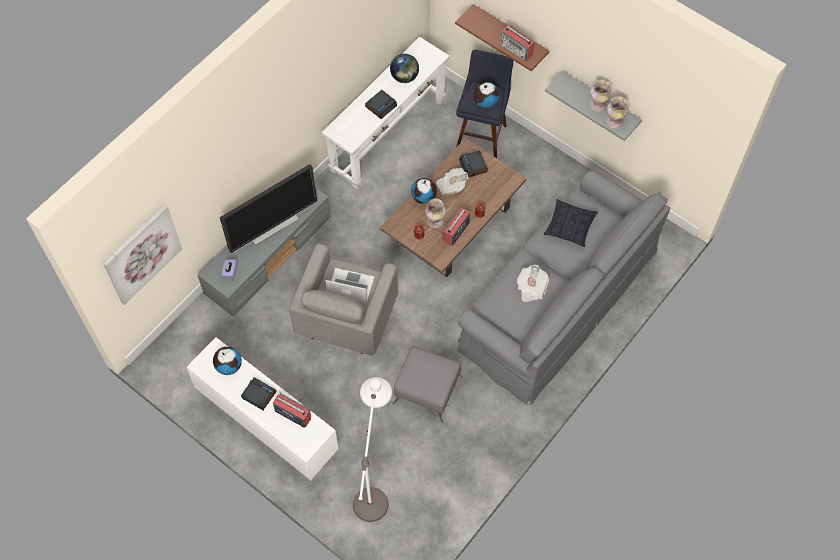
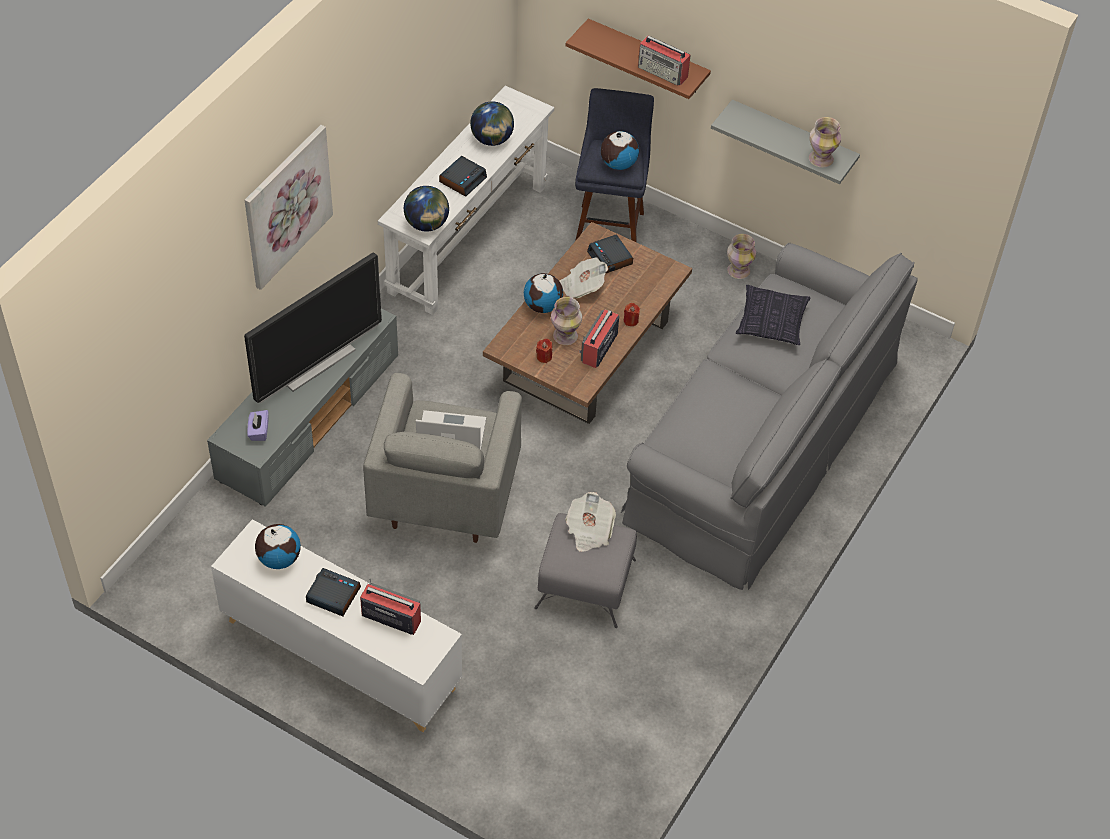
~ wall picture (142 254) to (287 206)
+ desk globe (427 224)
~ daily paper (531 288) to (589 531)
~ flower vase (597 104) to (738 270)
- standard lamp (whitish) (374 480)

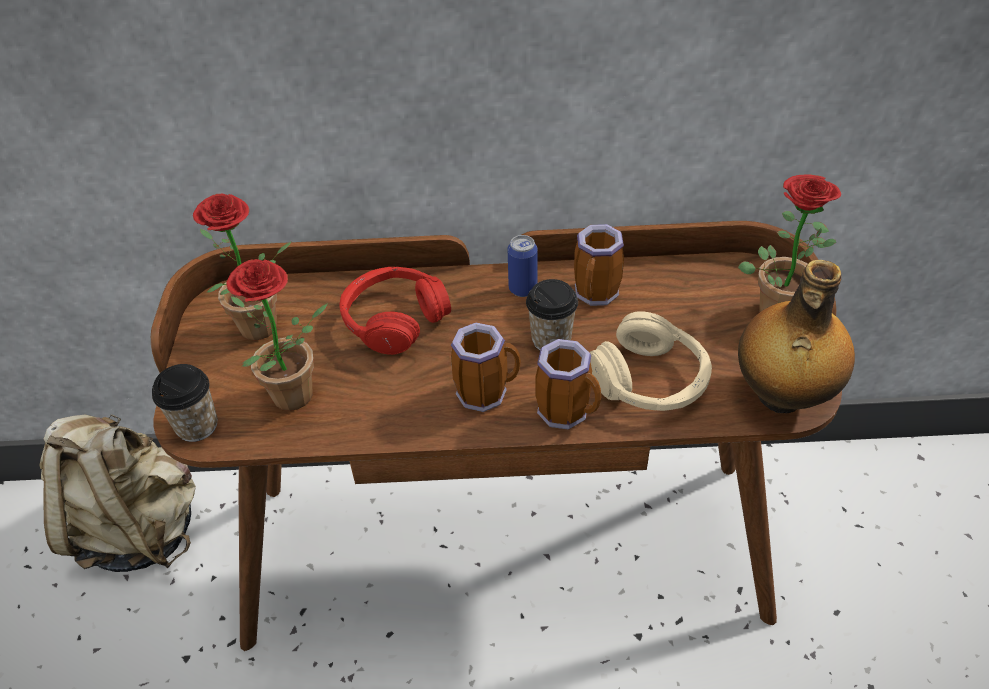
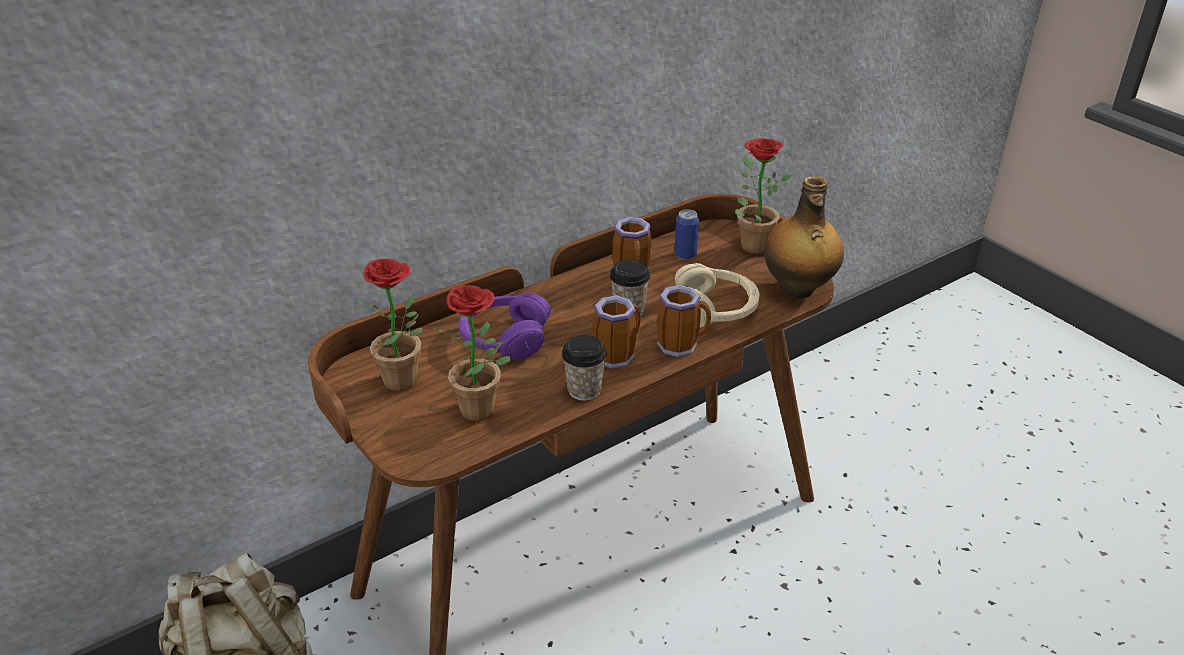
~ pair of headphones (red-coloured) (394 320) to pair of headphones (purple-coloured) (504 338)
~ drinking cup (197 426) to (584 390)
~ metal can (523 289) to (685 254)

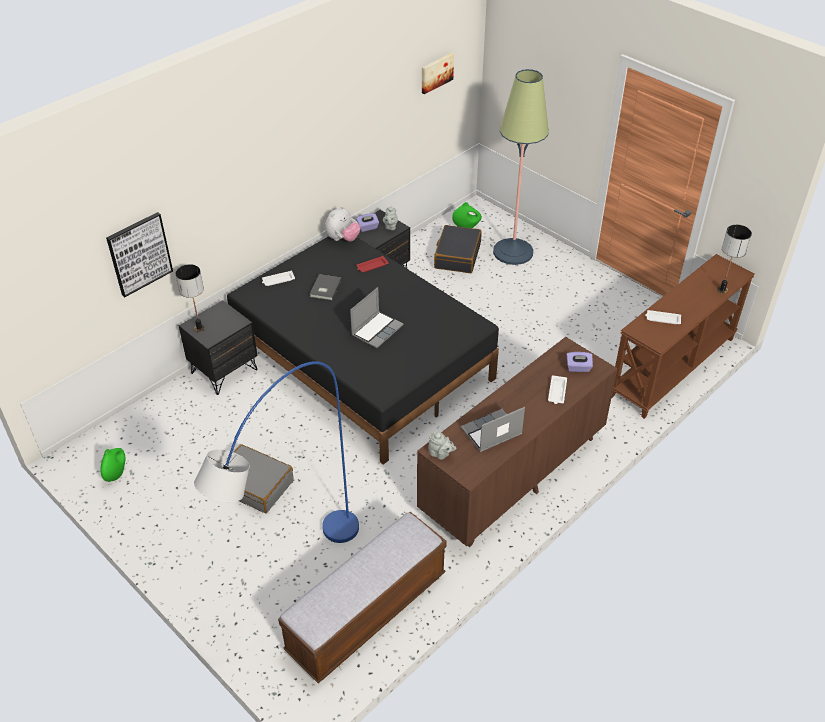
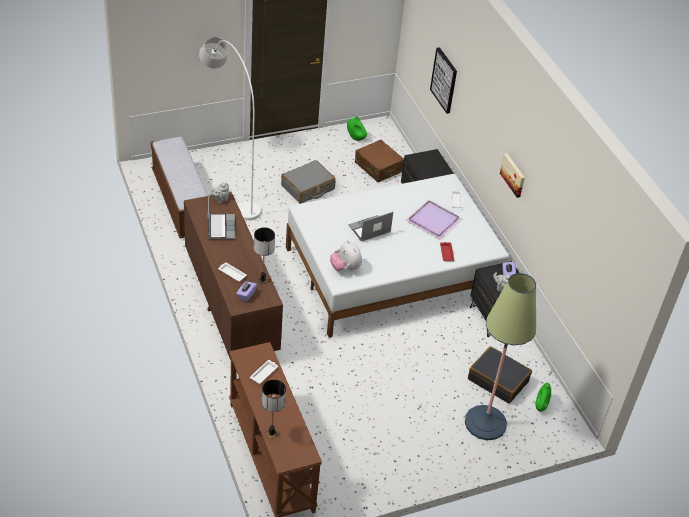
~ standard lamp (blue) (293 574) to standard lamp (whitish) (229 184)
~ tabletop lamp (199 329) to (262 280)
~ bedroom bed (blackish) (363 362) to bedroom bed (whitish) (392 272)
~ plush toy (342 239) to (345 268)
~ notebook computer (377 330) = (369 230) 90 degrees clockwise
+ suitcase (brown) (378 167)
~ book (greyish) (324 288) to tray (purple-coloured) (433 220)
~ wall picture (436 72) to (513 175)

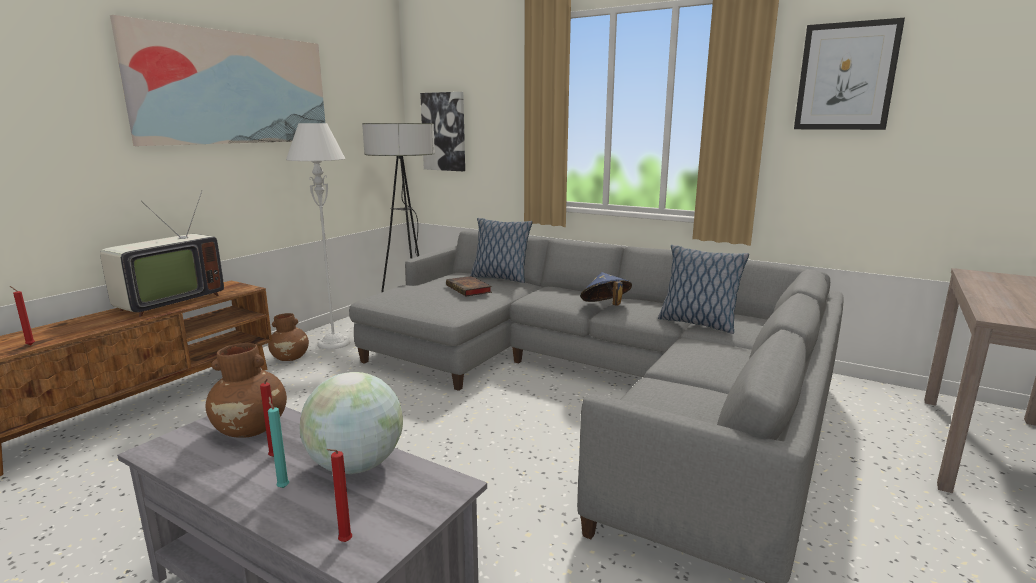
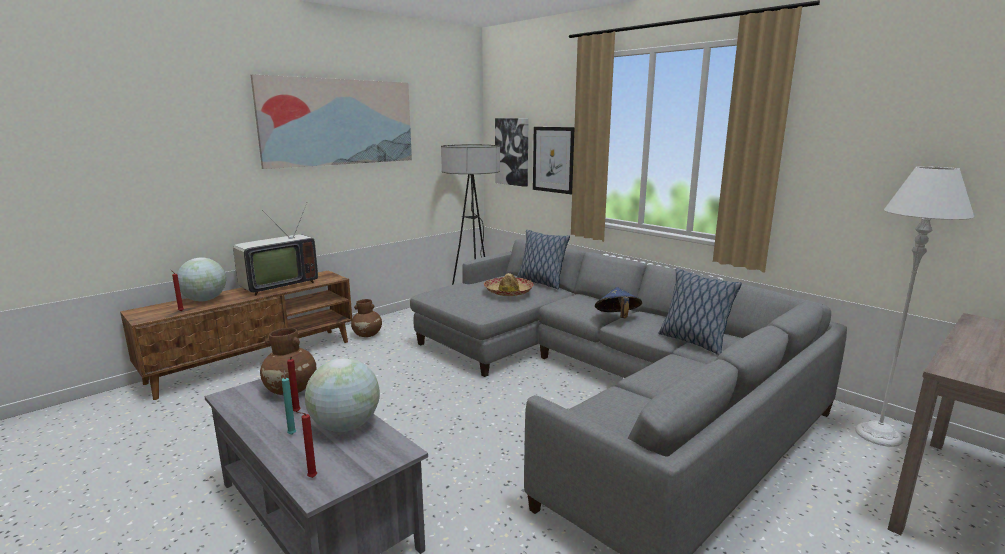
+ desk globe (204 300)
~ book (469 289) to hat (508 292)
~ wall picture (846 77) to (554 159)
~ standard lamp (greyish) (334 343) to (878 435)

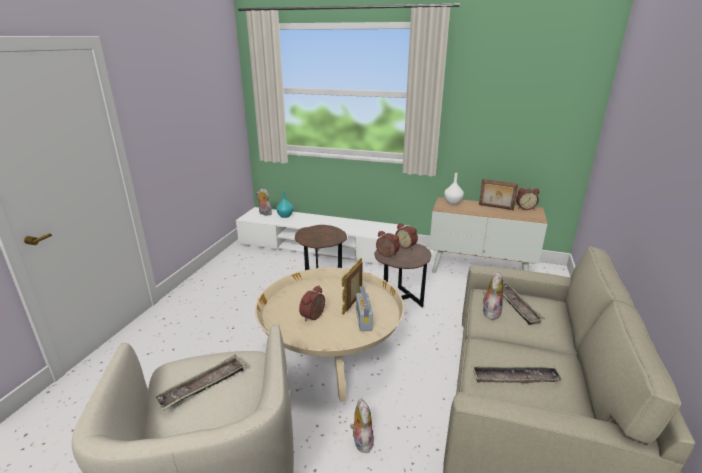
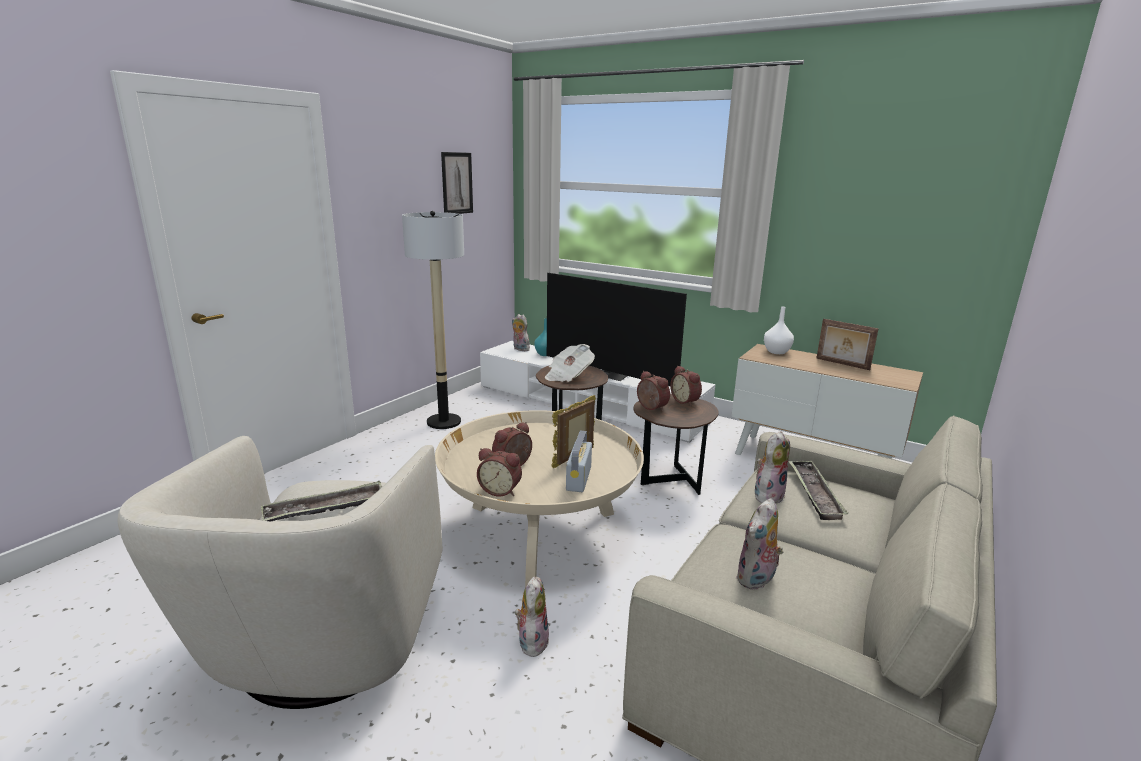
+ standard lamp (444 422)
+ wall picture (457 183)
~ alarm clock (525 208) to (500 490)
+ daily paper (568 376)
+ television (613 375)
~ tray (514 378) to plush toy (757 580)

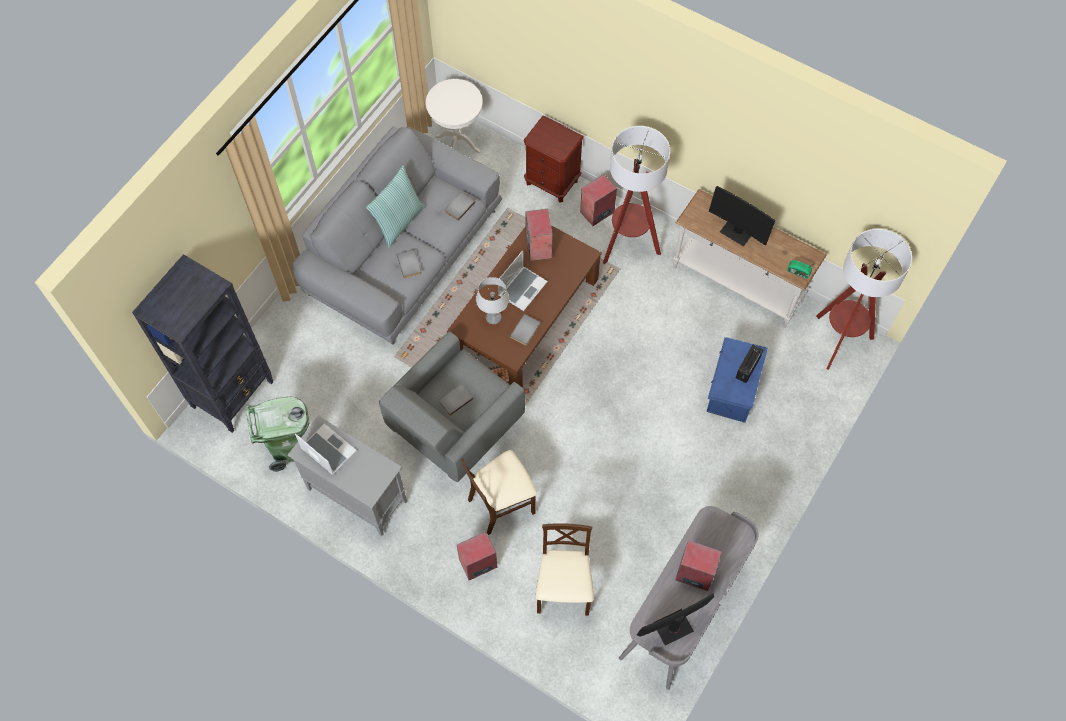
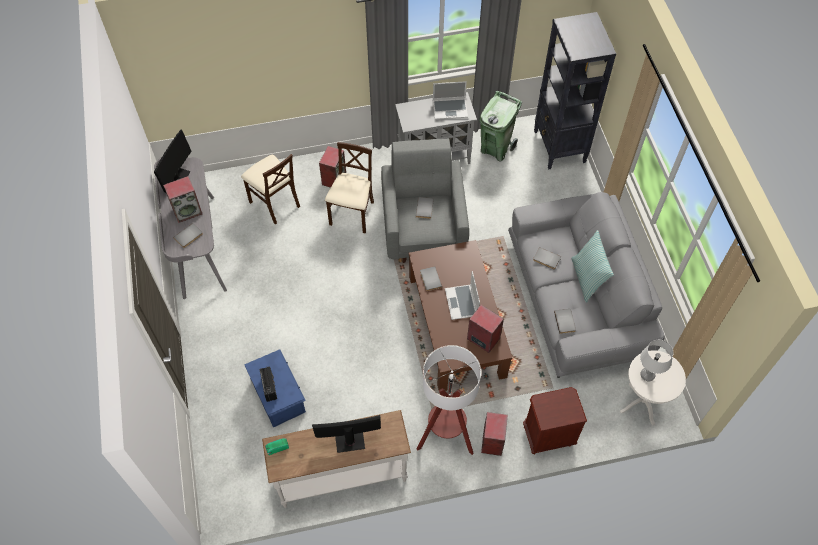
+ book (greyish) (189 236)
~ tabletop lamp (greyish) (493 318) to (647 375)
- standard lamp (839 341)

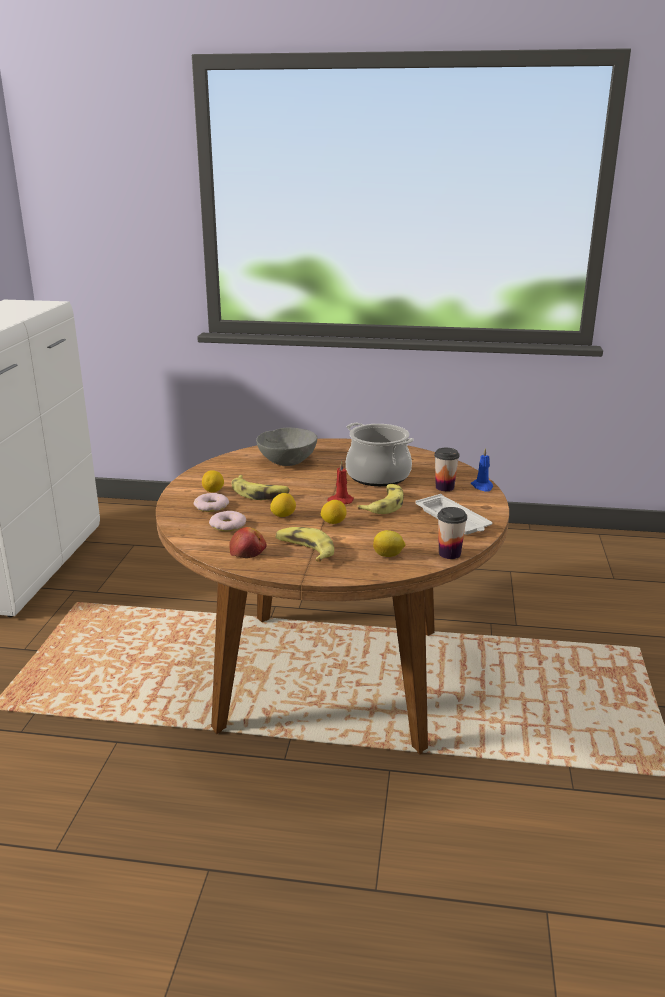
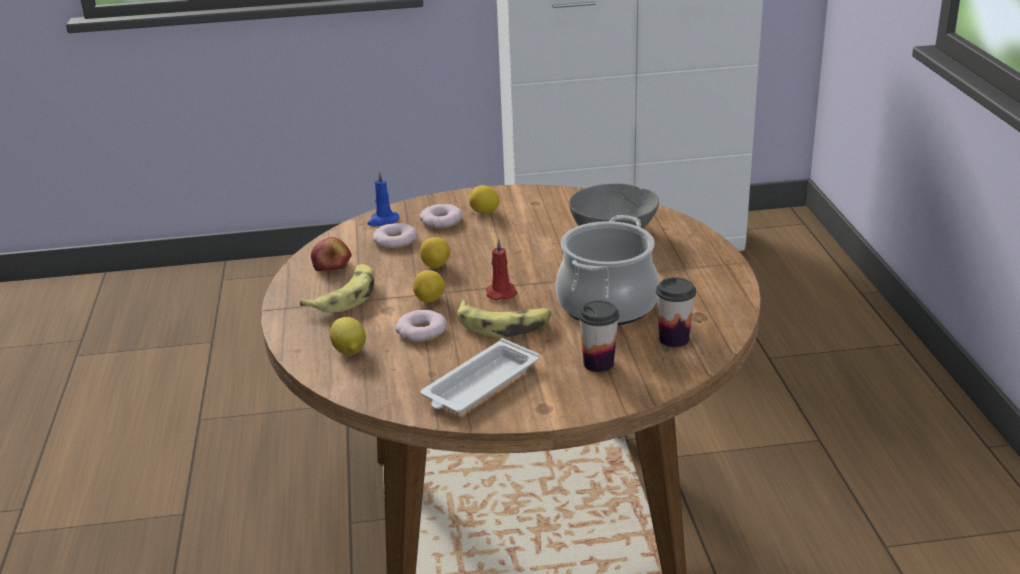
~ wax light (blue) (482 486) to (383 221)
+ donut (421 331)
~ drinking cup (449 553) to (674 339)
- banana fruit (260 493)

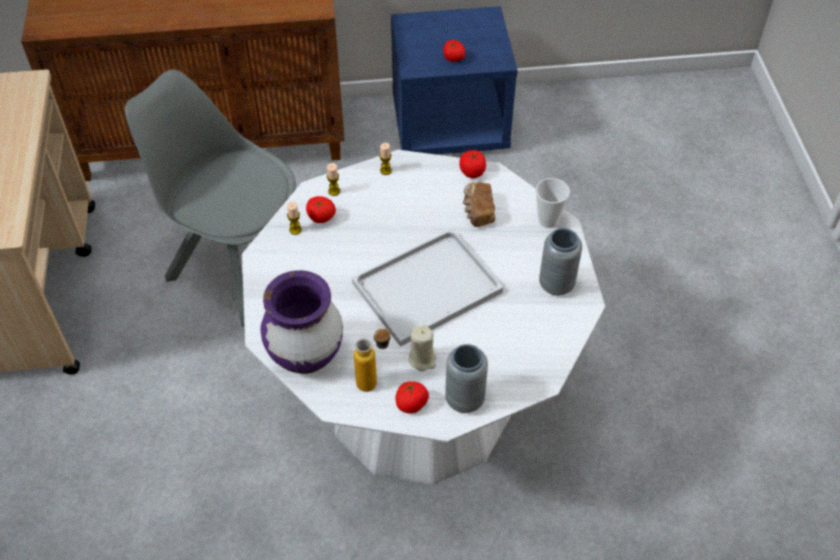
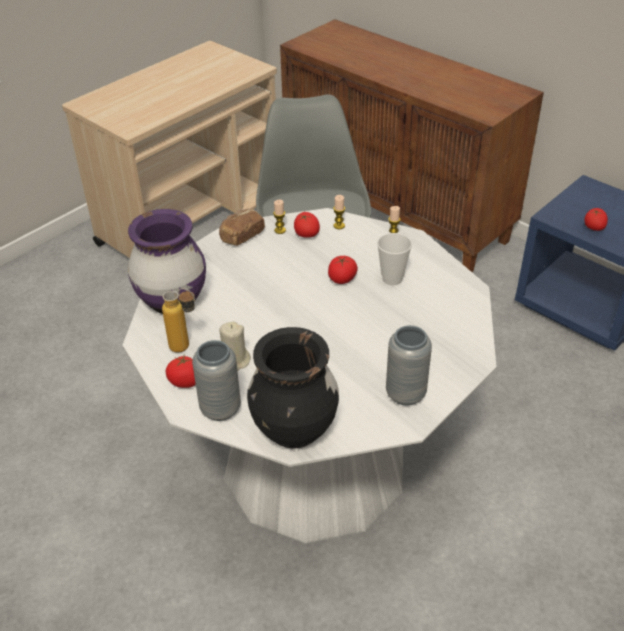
~ bakery bread (477 212) to (241 236)
+ flower vase (blackish) (295 429)
~ tomato (472 172) to (342 279)
~ drinking cup (548 220) to (392 279)
- tray (whitish) (428 286)

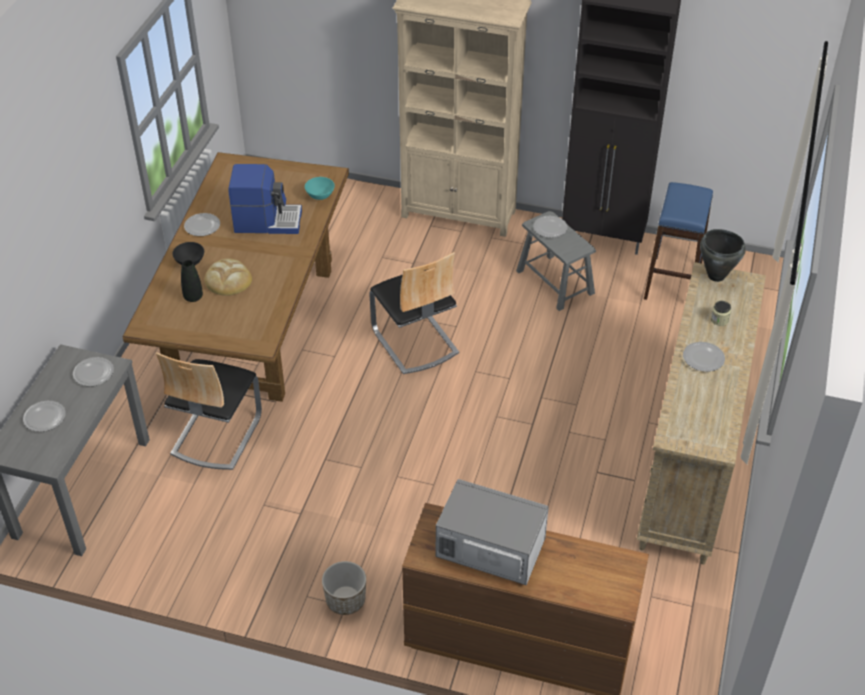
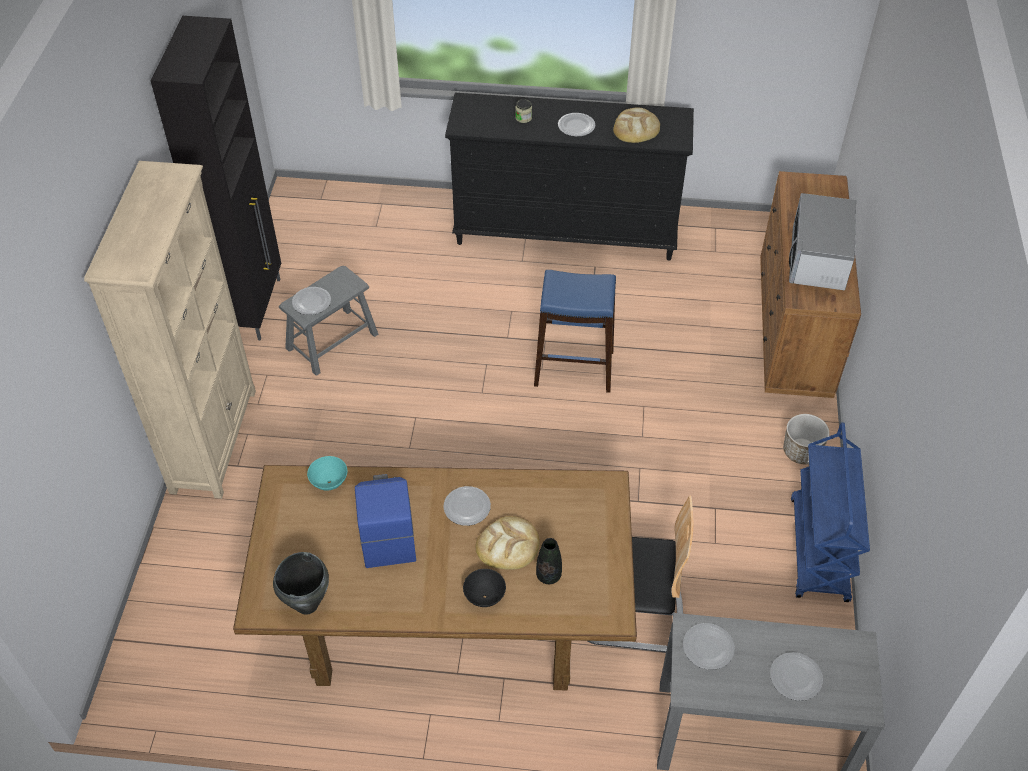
~ cooking pot (blackish) (716 275) to (306 605)
~ flat dish (201 226) to (467 507)
~ drawer chest (sand-coloured) (689 464) to drawer chest (blackish) (566 233)
~ sitting stool (blue) (673 282) to (574 368)
+ bakery bread (636 128)
+ cart (blue) (819 550)
- upright chair (414 342)

